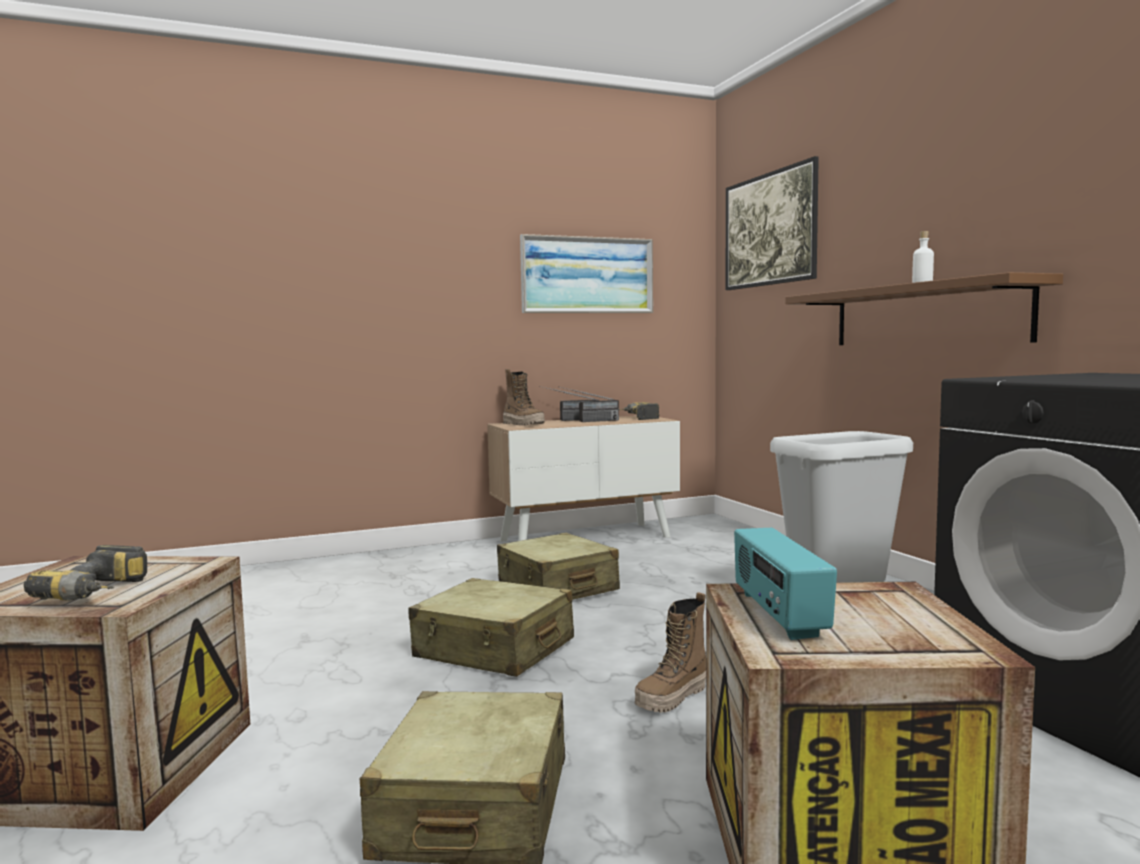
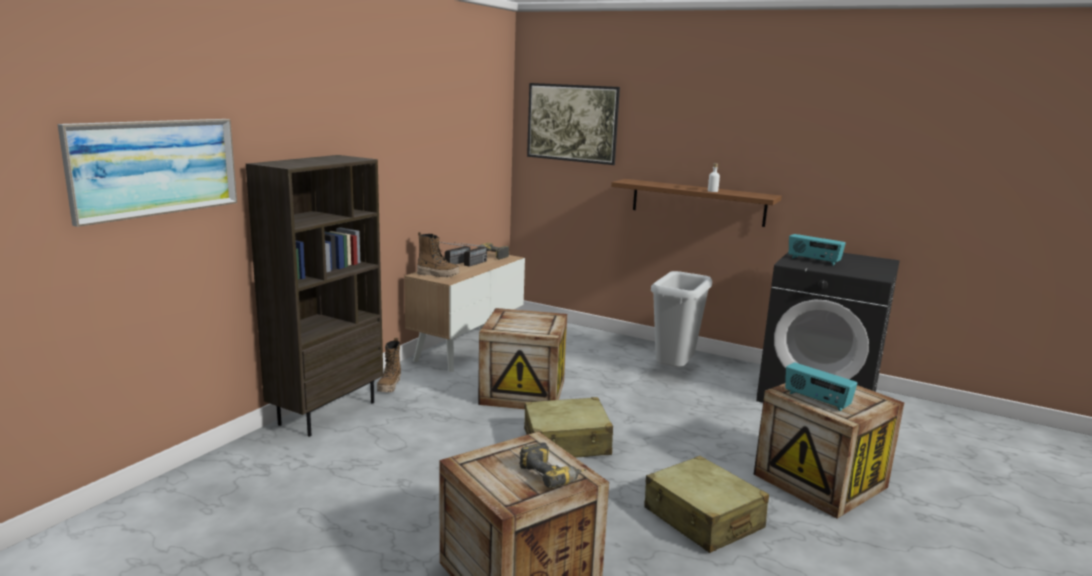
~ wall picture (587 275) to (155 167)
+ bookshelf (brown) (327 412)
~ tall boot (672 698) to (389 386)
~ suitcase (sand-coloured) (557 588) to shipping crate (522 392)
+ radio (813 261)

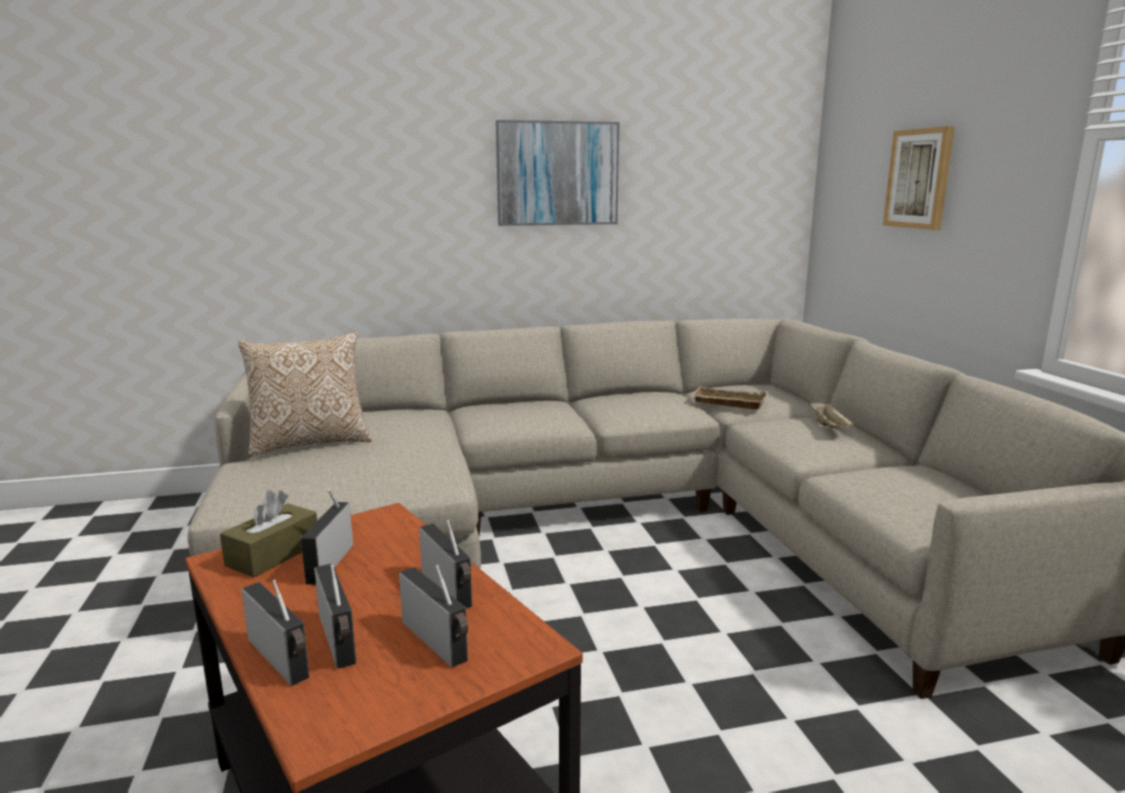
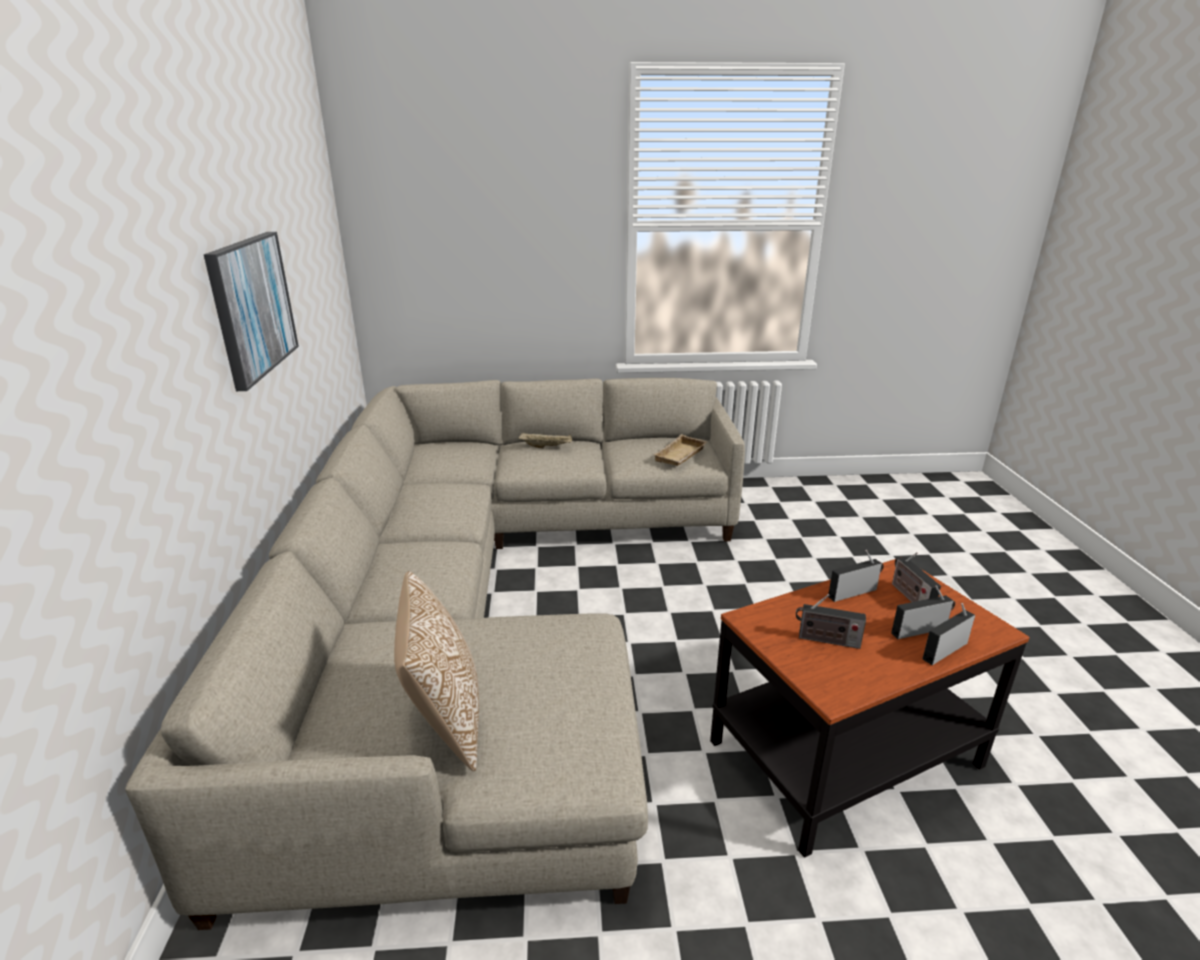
~ tray (sand-coloured) (727 403) to (681 456)
~ radio (438 642) = (909 596) 75 degrees counterclockwise
- box of tissues (brown) (273 554)
- wall picture (919 179)

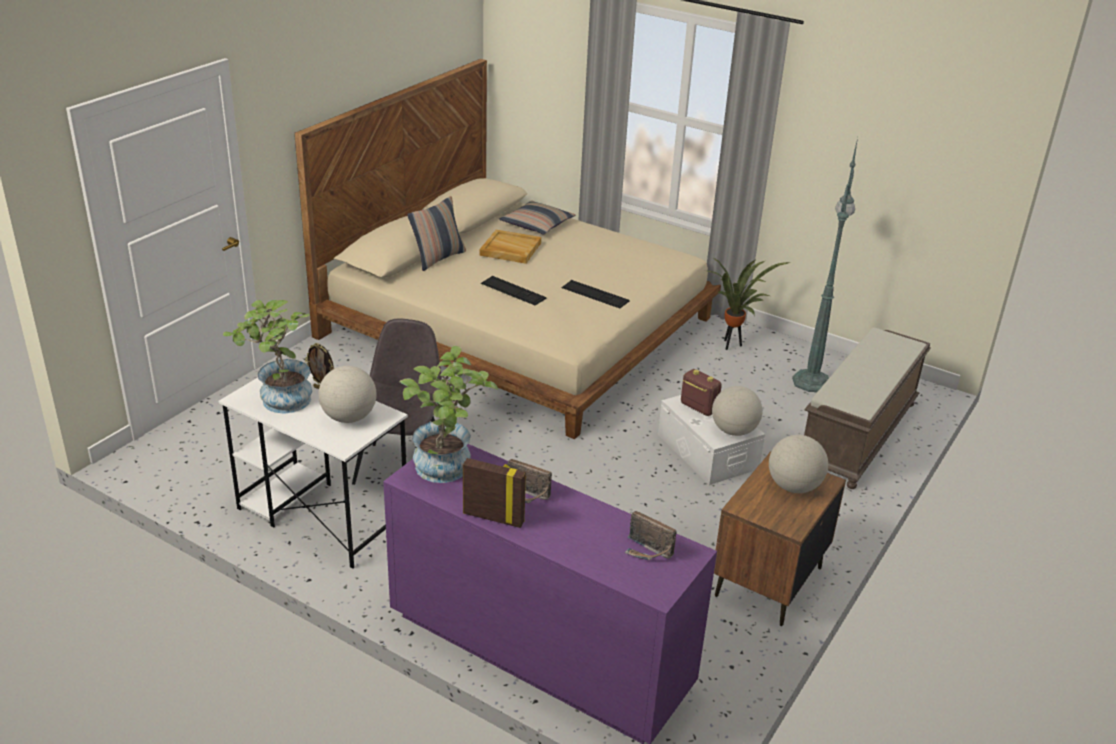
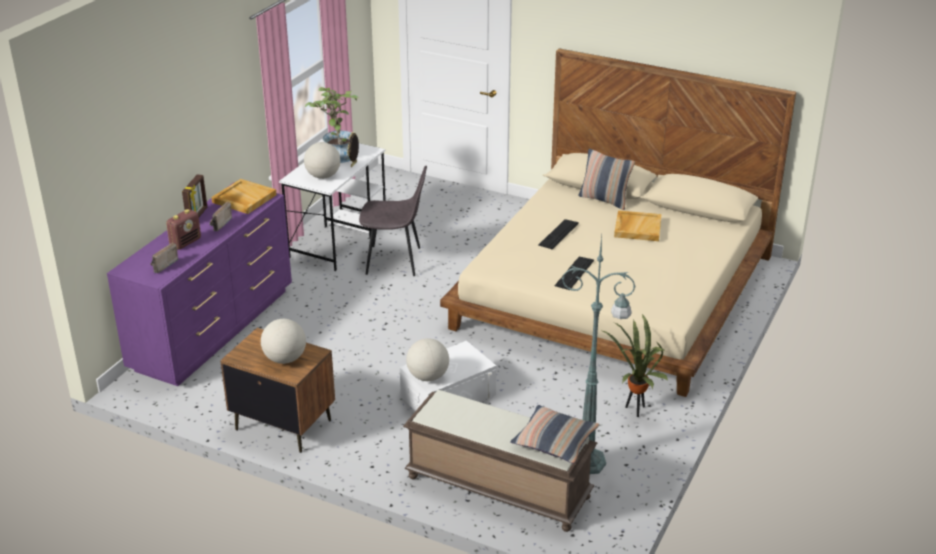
~ radio (698 407) to (185 242)
~ potted plant (447 471) to tray (sand-coloured) (243 198)
~ pillow (537 225) to (555 441)

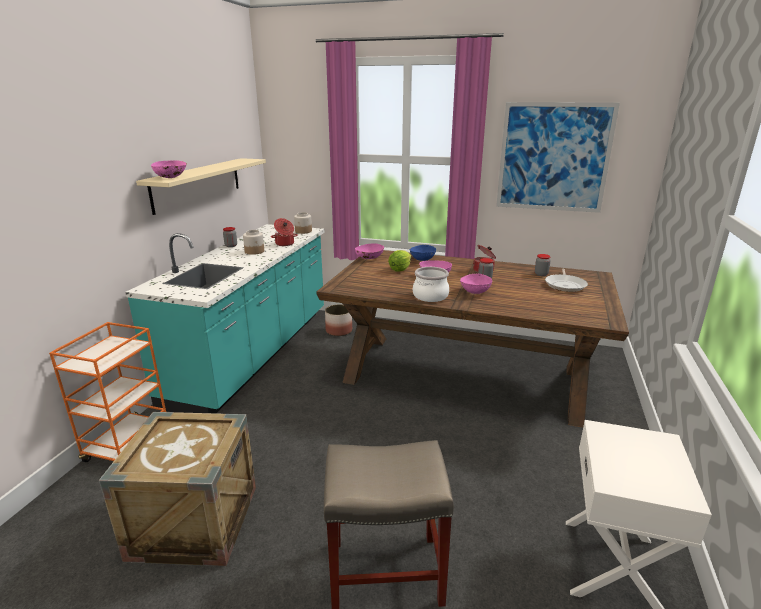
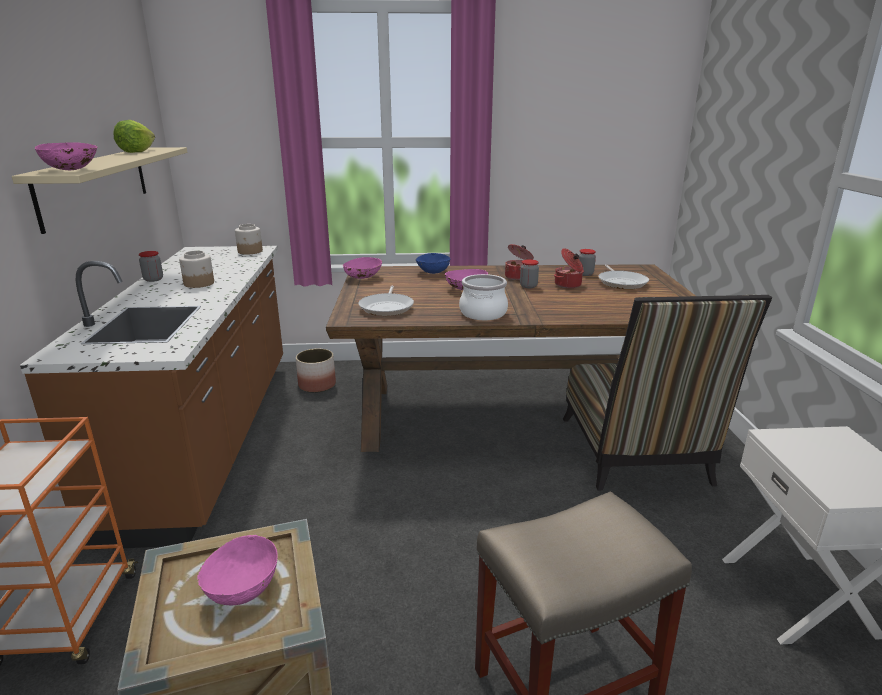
~ kitchen counter (blue-green) (255 354) to kitchen counter (brown) (210 436)
~ lettuce head (400 269) to (137 152)
~ serving bowl (pinkish) (475 291) to (242 587)
+ pan (387 307)
~ cooking pot (285 244) to (568 285)
+ upright chair (636 456)
- wall picture (553 157)

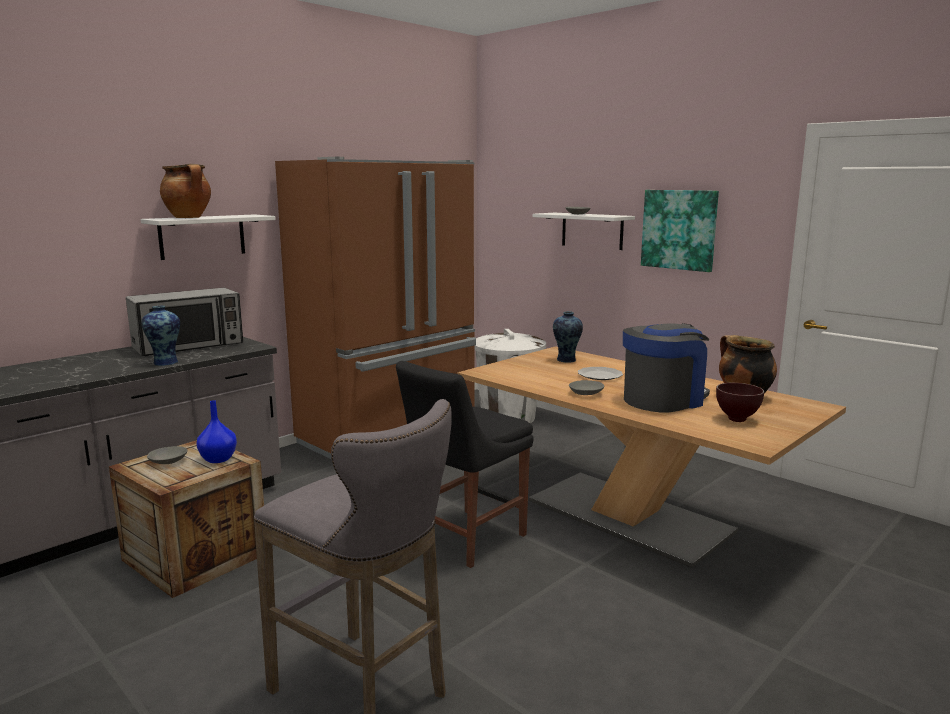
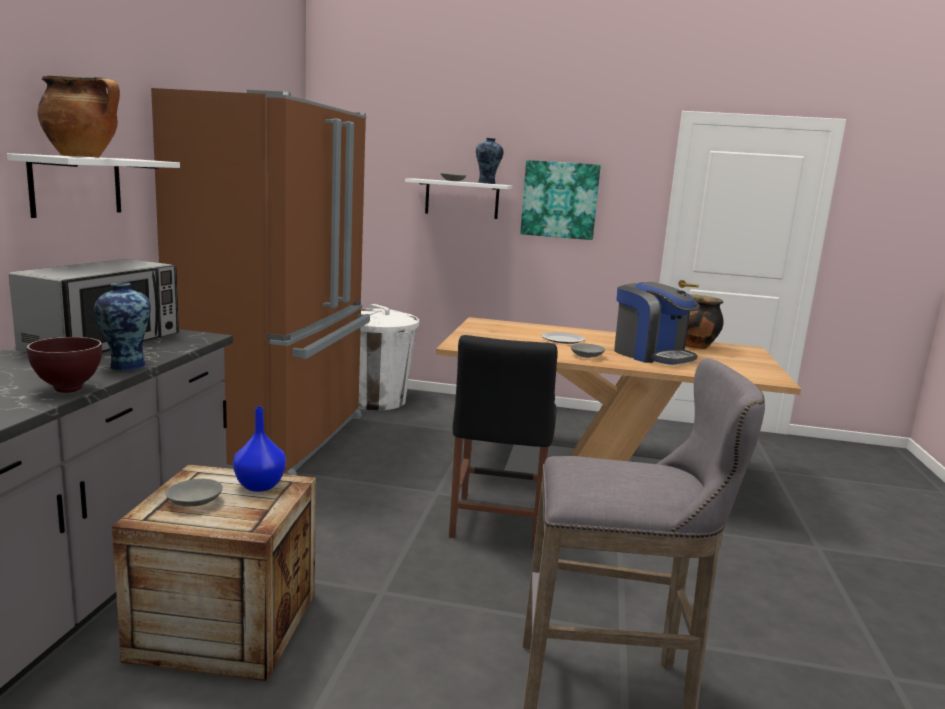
~ serving bowl (brown) (735 419) to (66 390)
~ flower vase (566 360) to (487 183)
~ coffee maker (663 400) = (651 355) 120 degrees clockwise

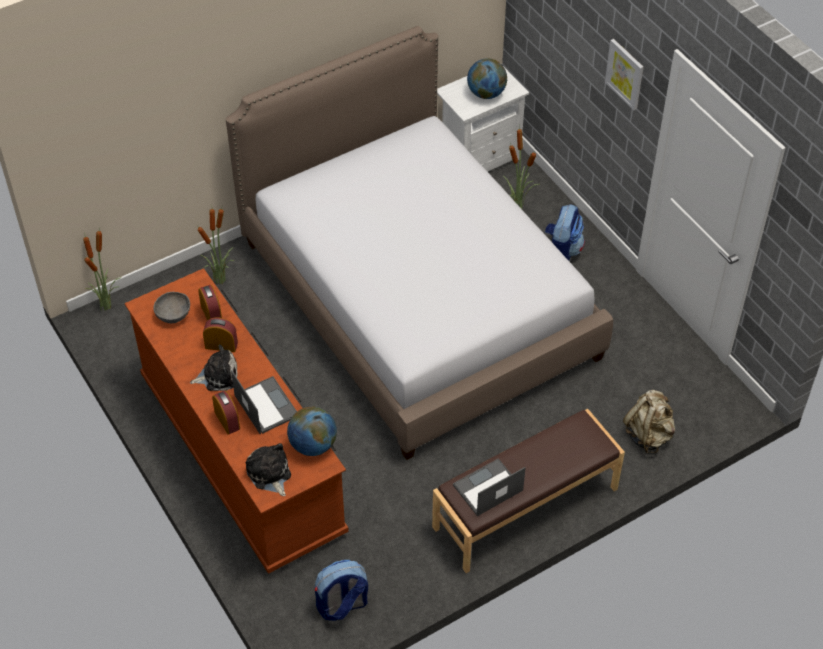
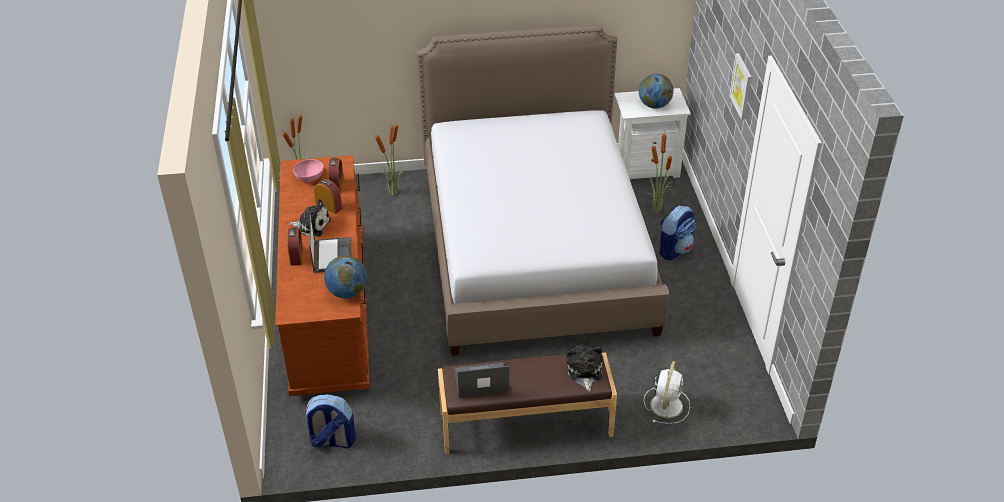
~ serving bowl (greyish) (173 314) to serving bowl (pinkish) (309 177)
~ plush toy (269 474) to (584 372)
~ rucksack (sand-coloured) (648 434) to fan (whitish) (666 404)

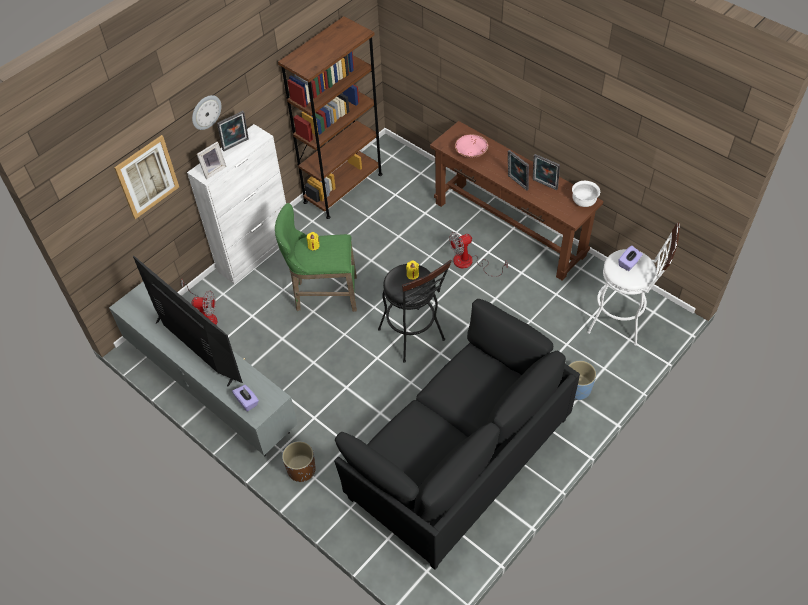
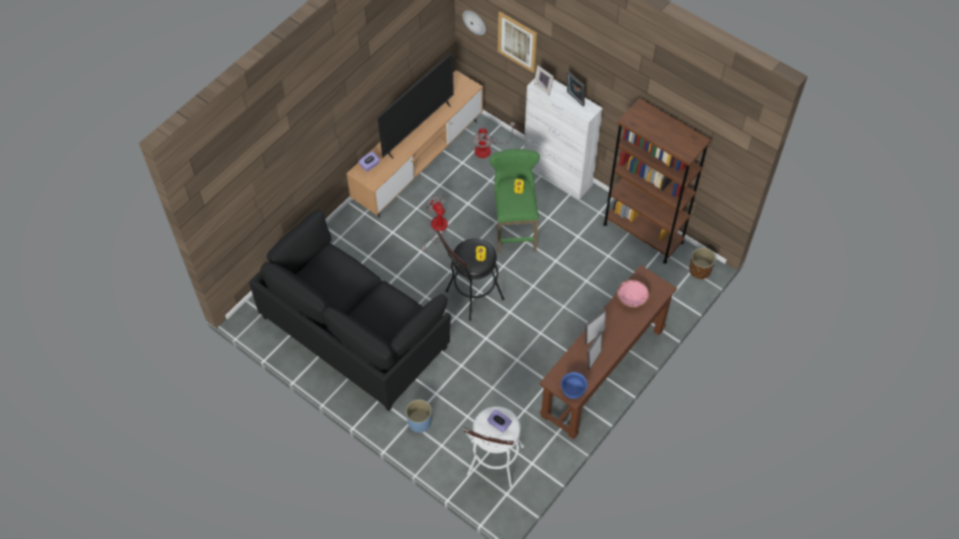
~ media console (greyish) (211 388) to media console (brown) (419 163)
~ fan (470 263) to (436 229)
~ clock on the wall (205 112) to (474 22)
~ serving bowl (whitish) (583 202) to serving bowl (blue) (573 391)
~ flower pot (brown) (301 470) to (699 270)

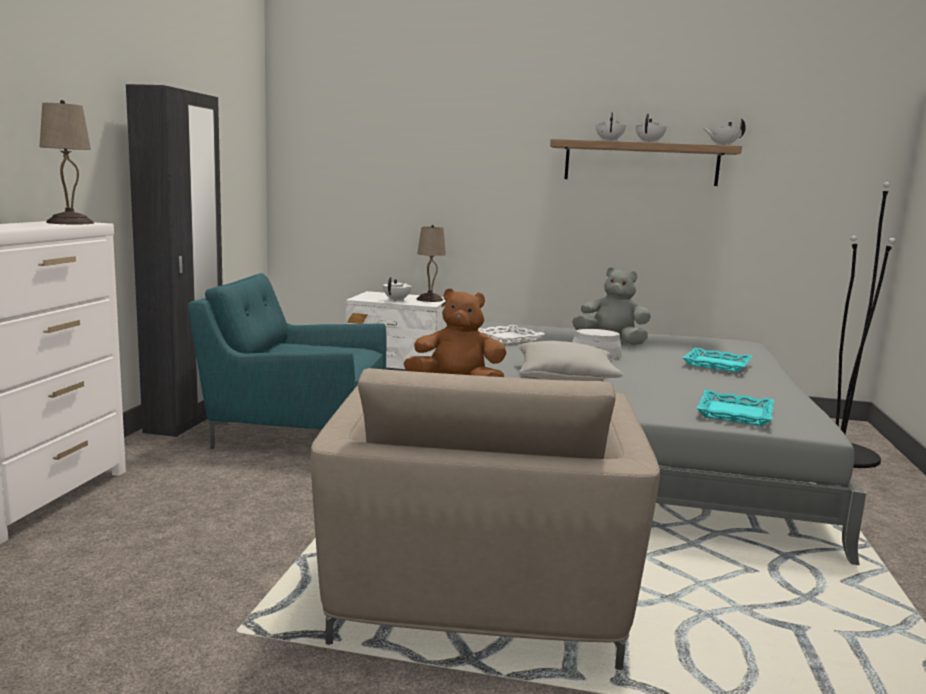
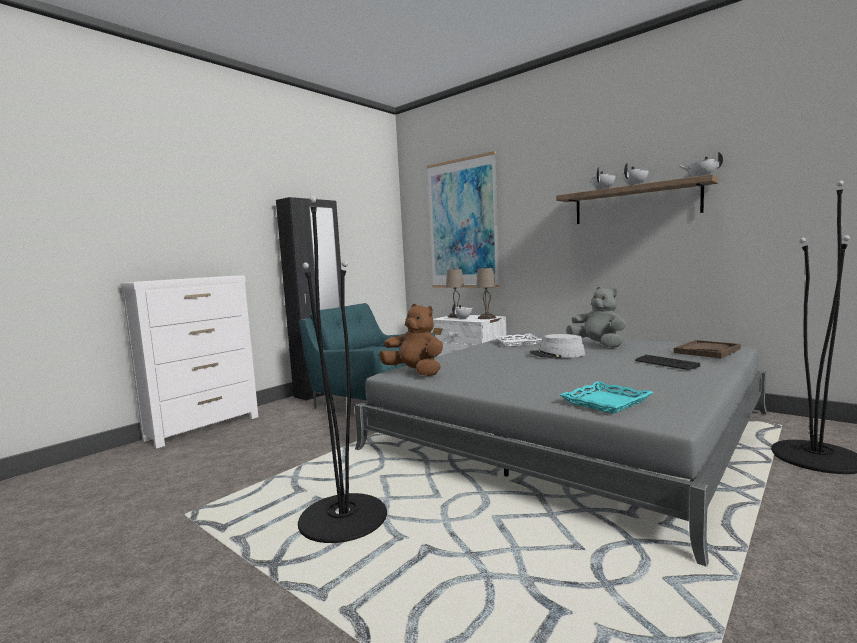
~ easy chair (sand-coloured) (477 590) to standard lamp (blackish) (343 518)
+ wall picture (463 224)
~ tabletop lamp (sand-coloured) (70 222) to (456 316)
~ tray (blue-green) (717 364) to keyboard (666 363)
+ tray (brown) (707 351)
- pillow (greyish) (565 378)

